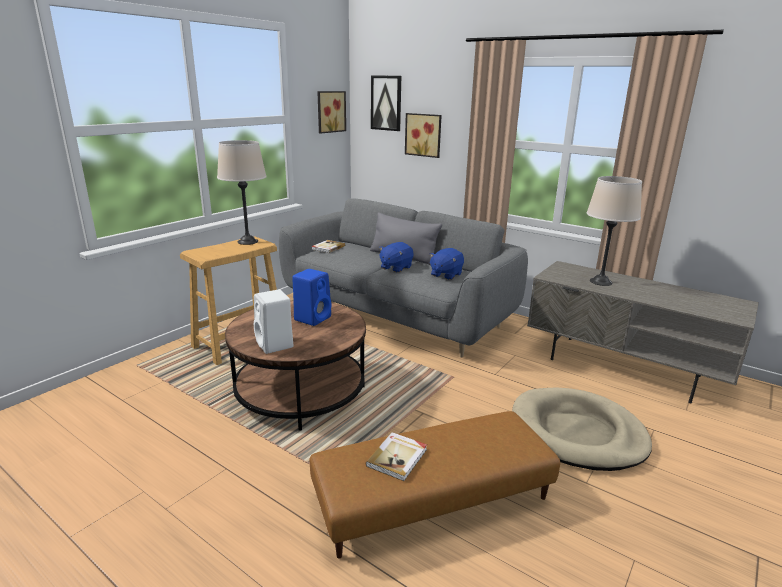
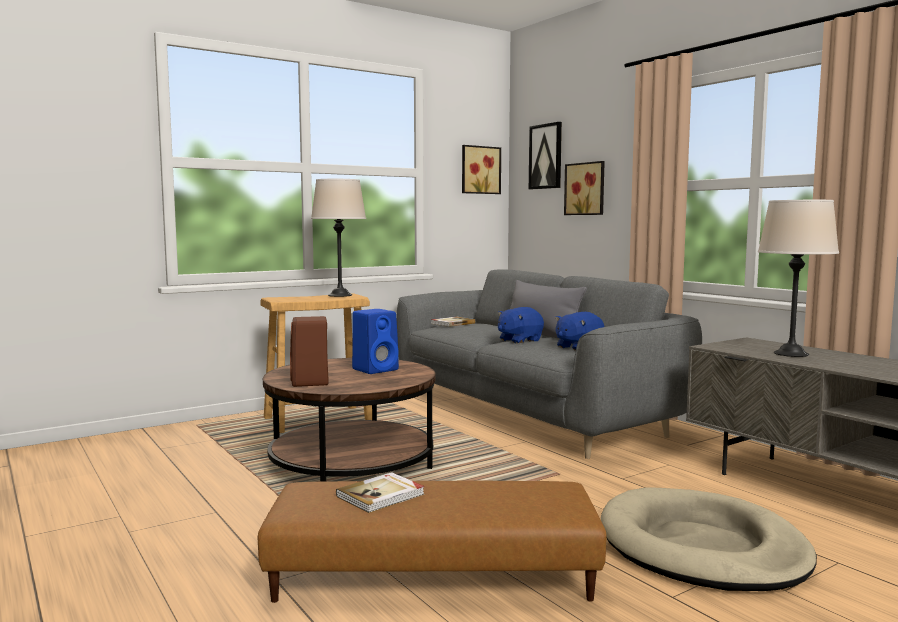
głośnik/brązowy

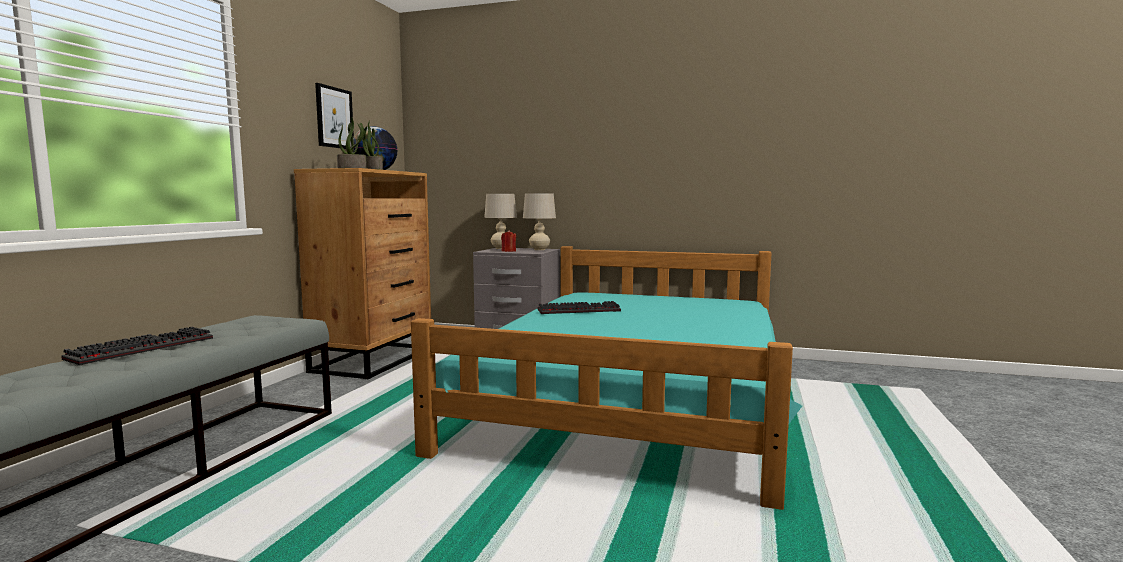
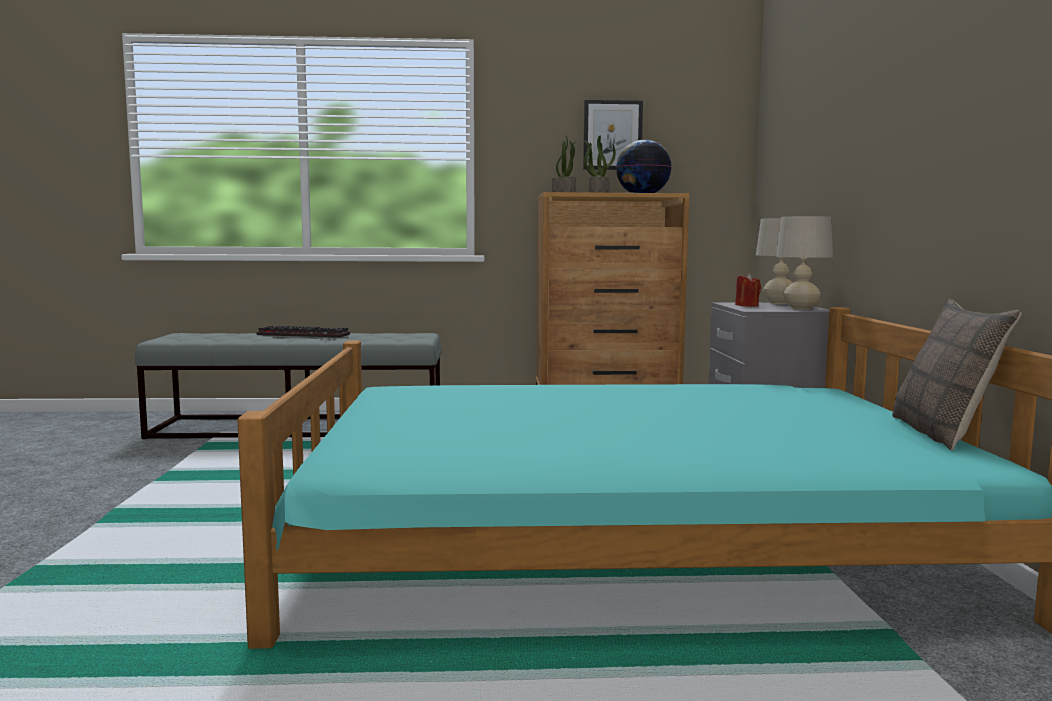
poduszka
klawiatura (no. 2 from left in the first image)

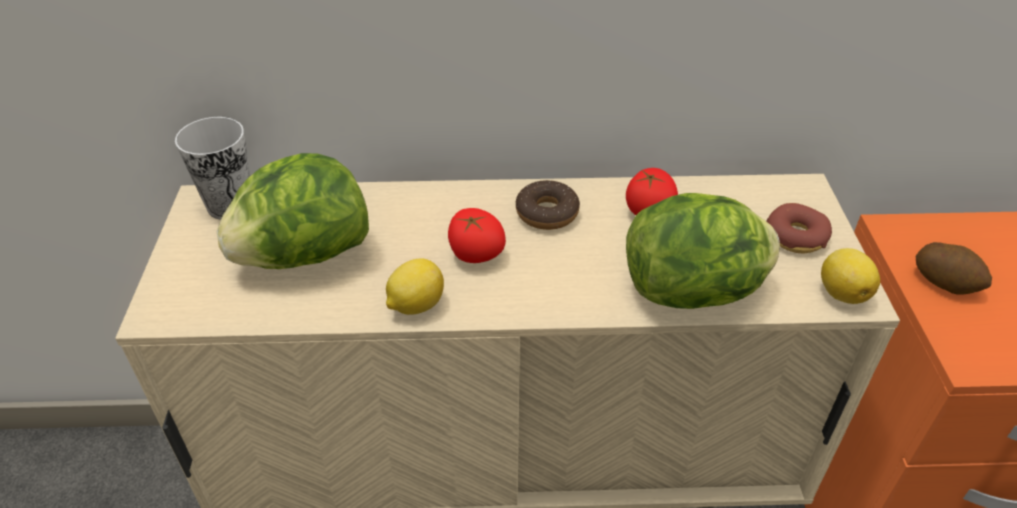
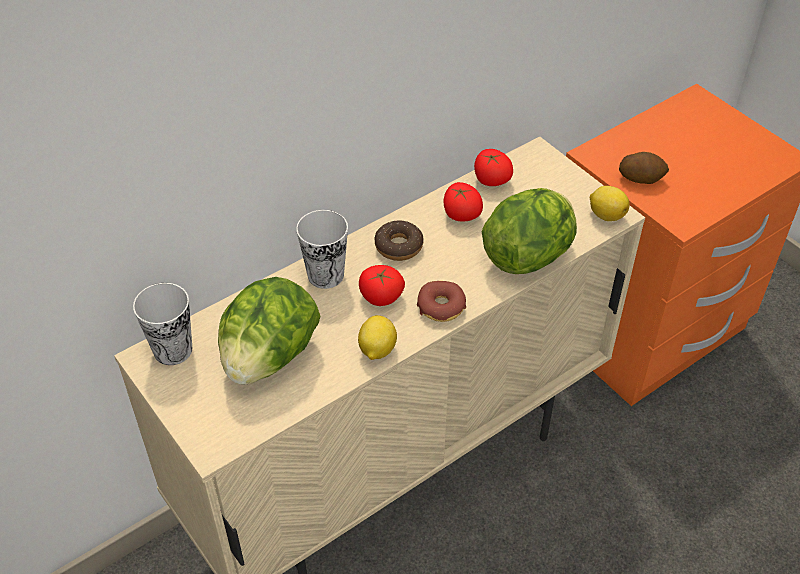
filiżanka (no. 2 from left)
donut (no. 2 from left)
pomidor (no. 3 from left)

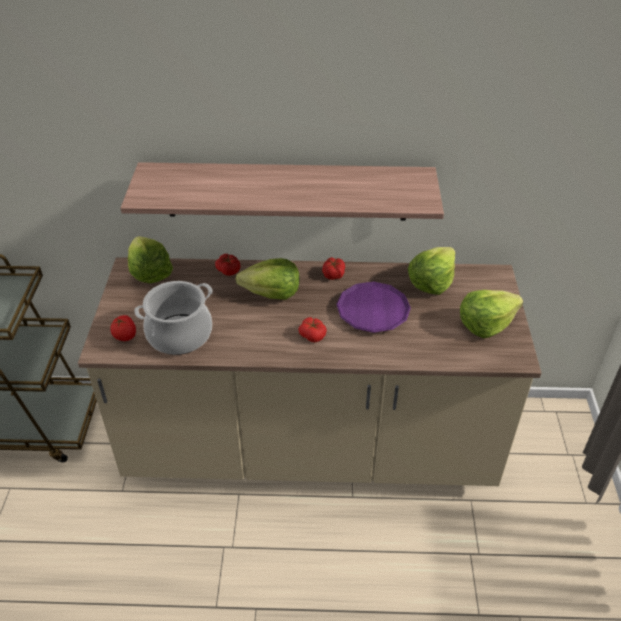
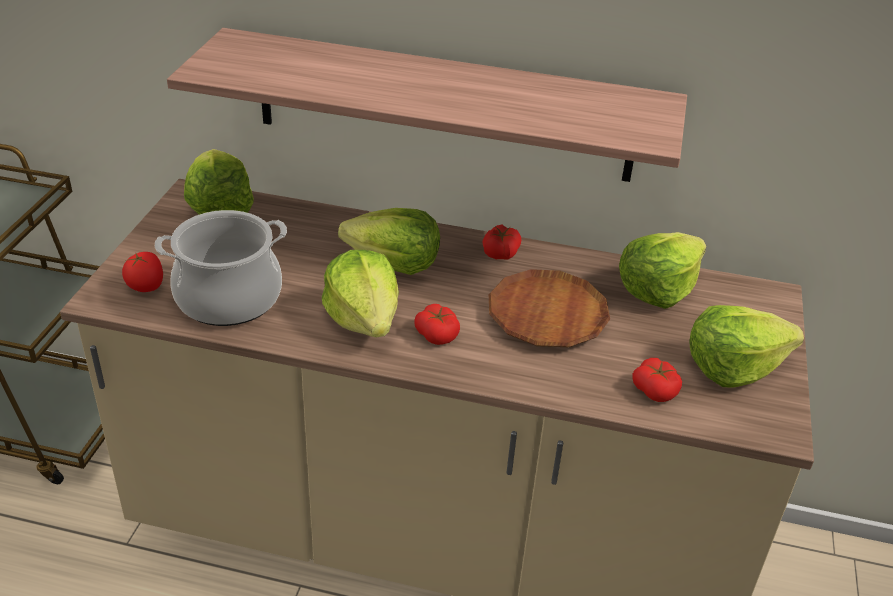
sałata (no. 2 from left)
talerz/brązowy
pomidor (no. 4 from left)

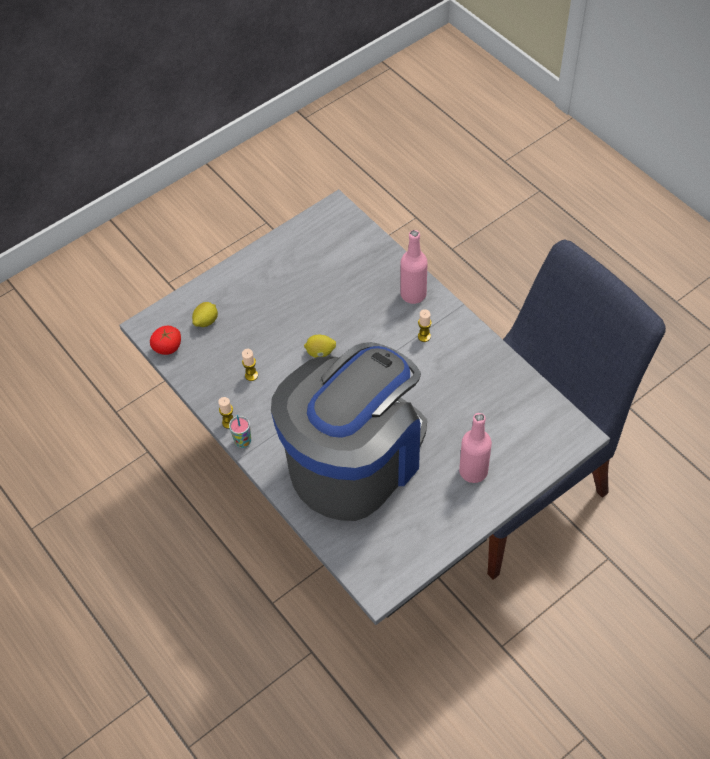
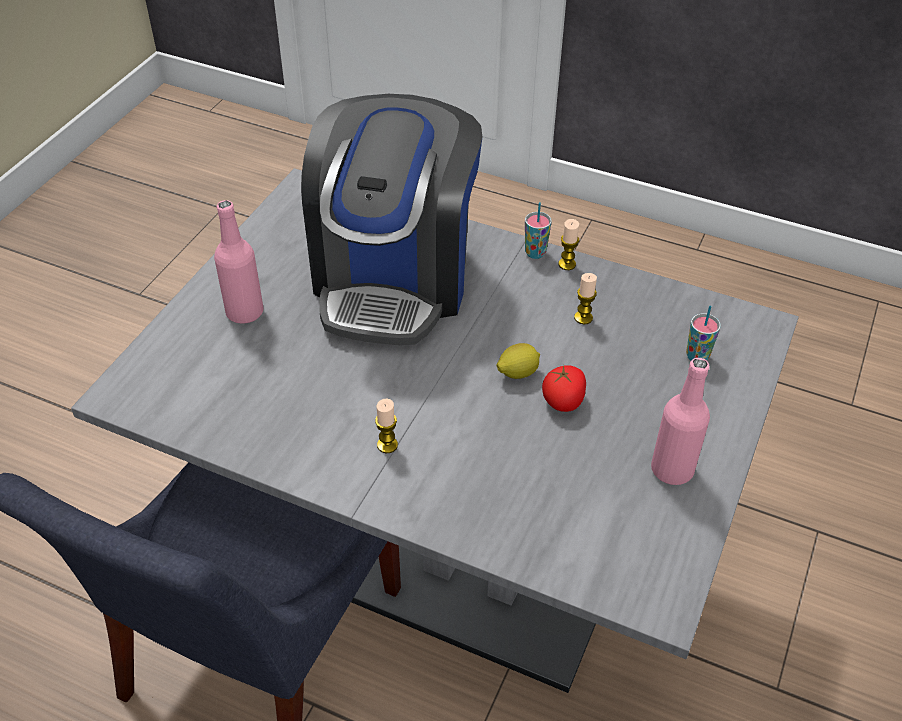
pomidor
butelka/różowy (no. 2 from left)
filiżanka (no. 2 from left)

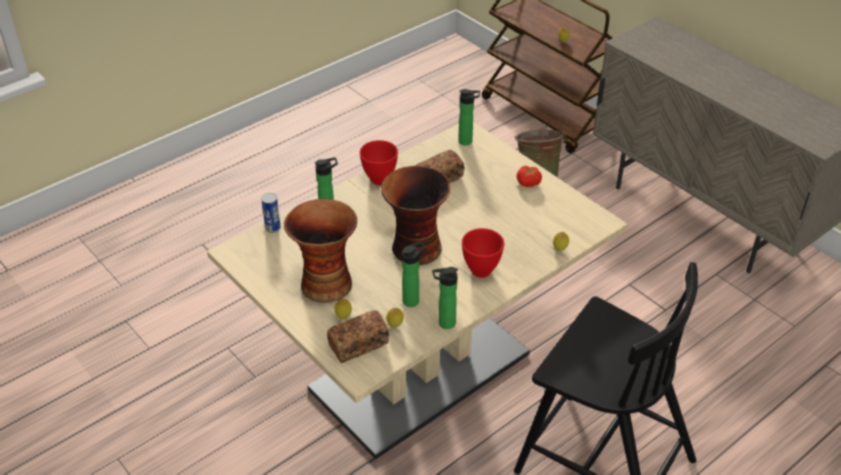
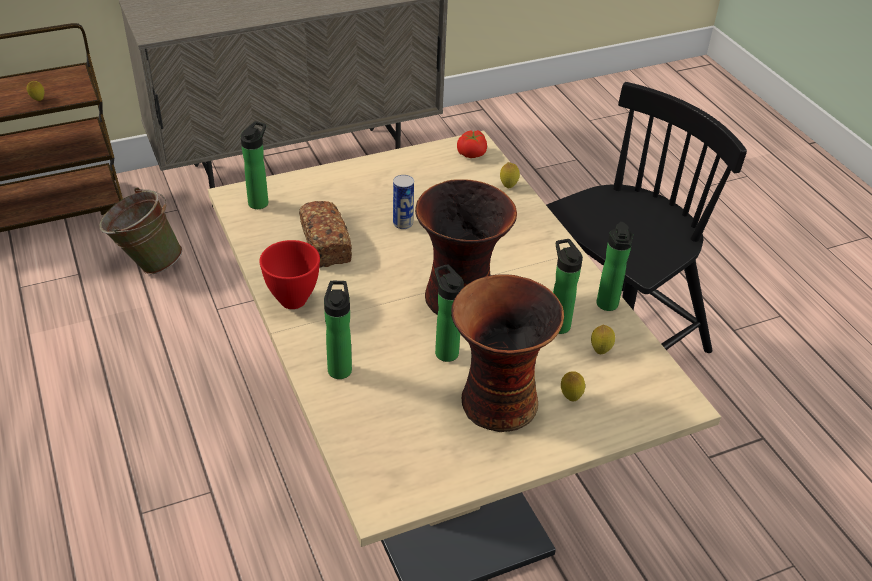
puszka
butelka (no. 3 from left)
pomidor
chleb (no. 1 from left in the first image)
miska/czerwony (no. 2 from left in the first image)

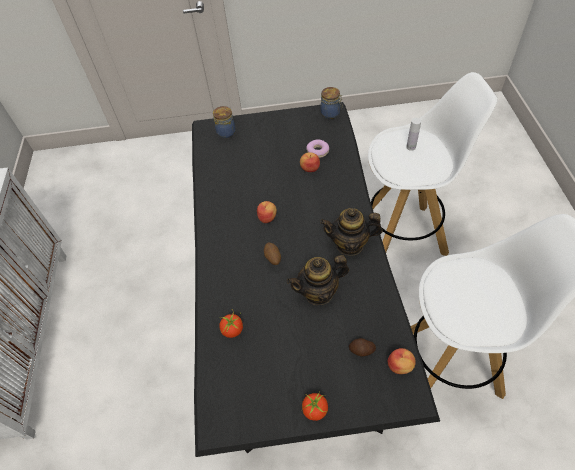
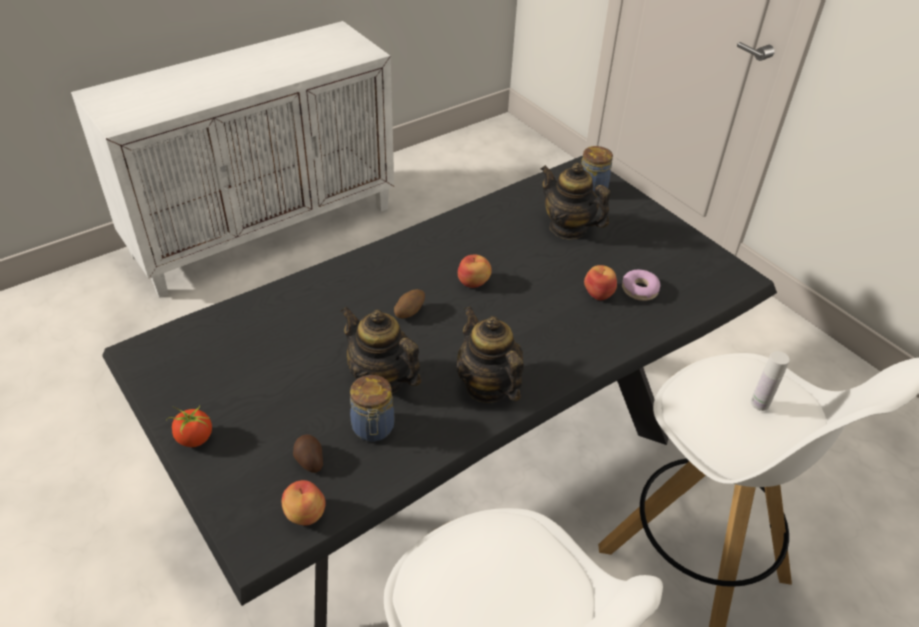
słoik (no. 1 from left)
imbryk (no. 3 from left)
pomidor (no. 1 from left in the first image)

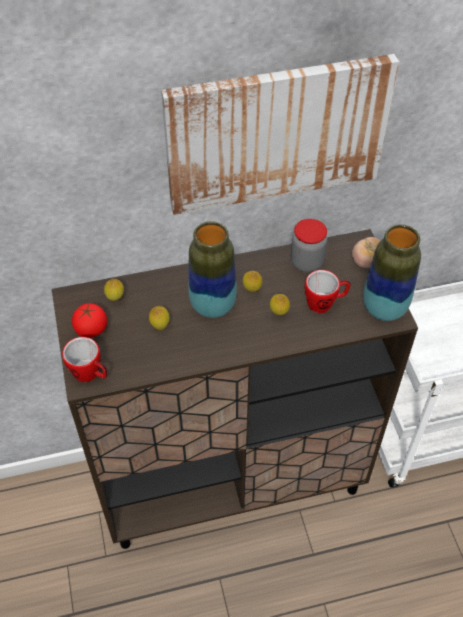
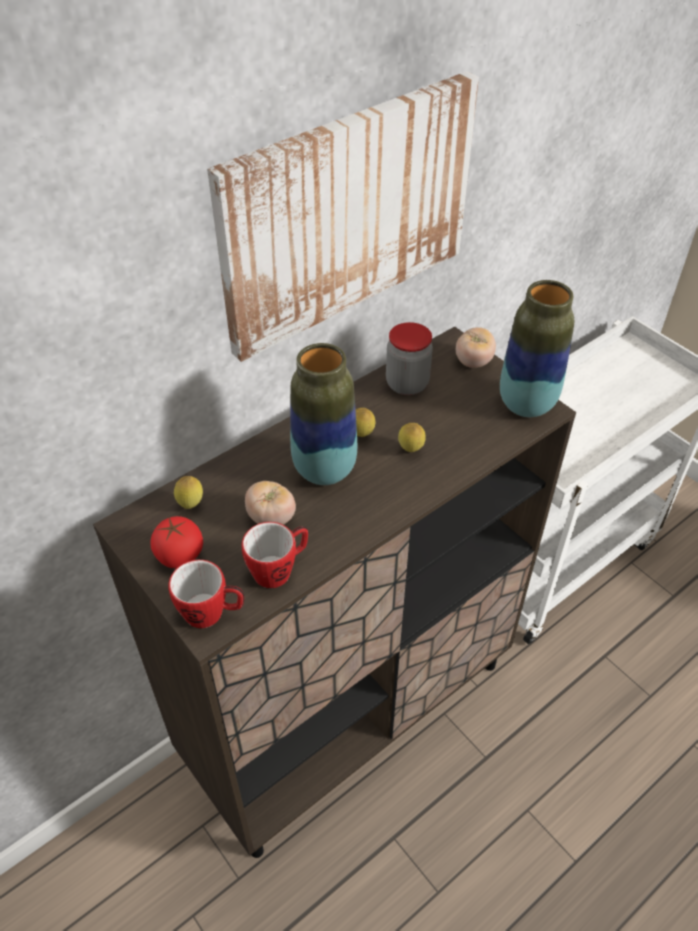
kubek (no. 2 from left)
pomidor (no. 2 from left)

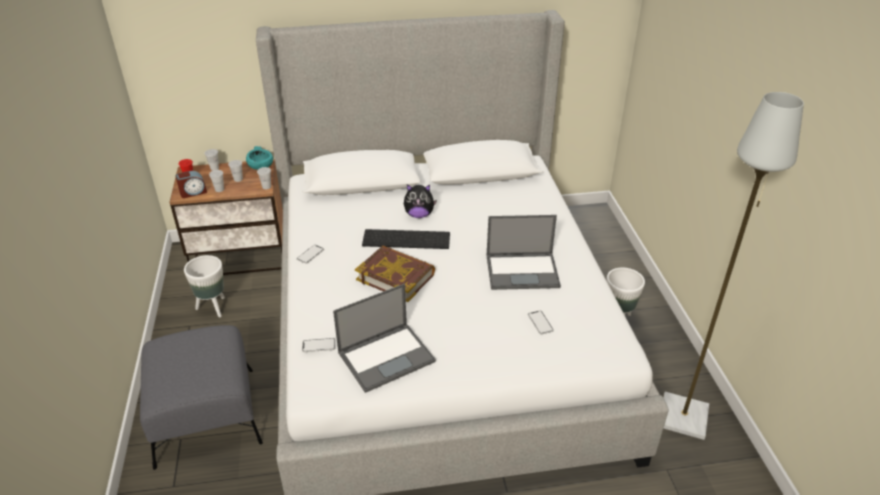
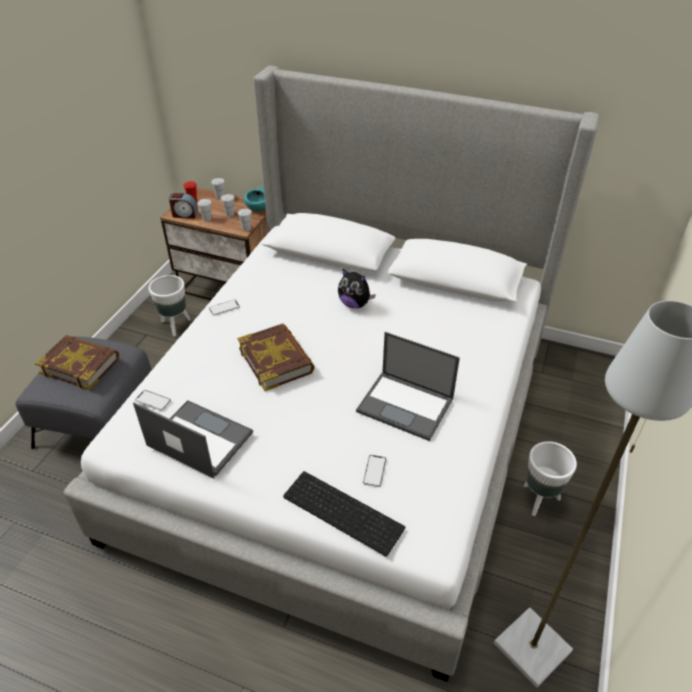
książka (no. 1 from left)
laptop (no. 1 from left)
klawiatura

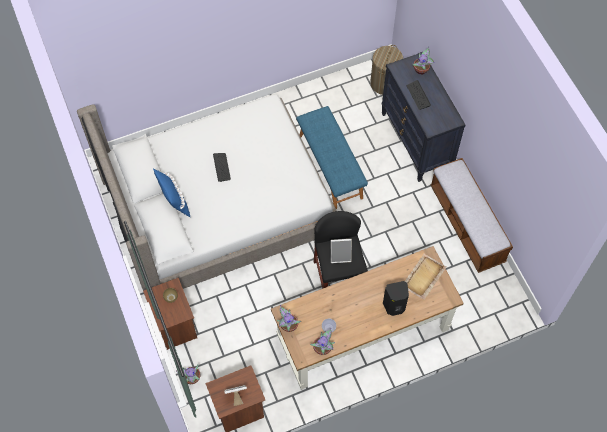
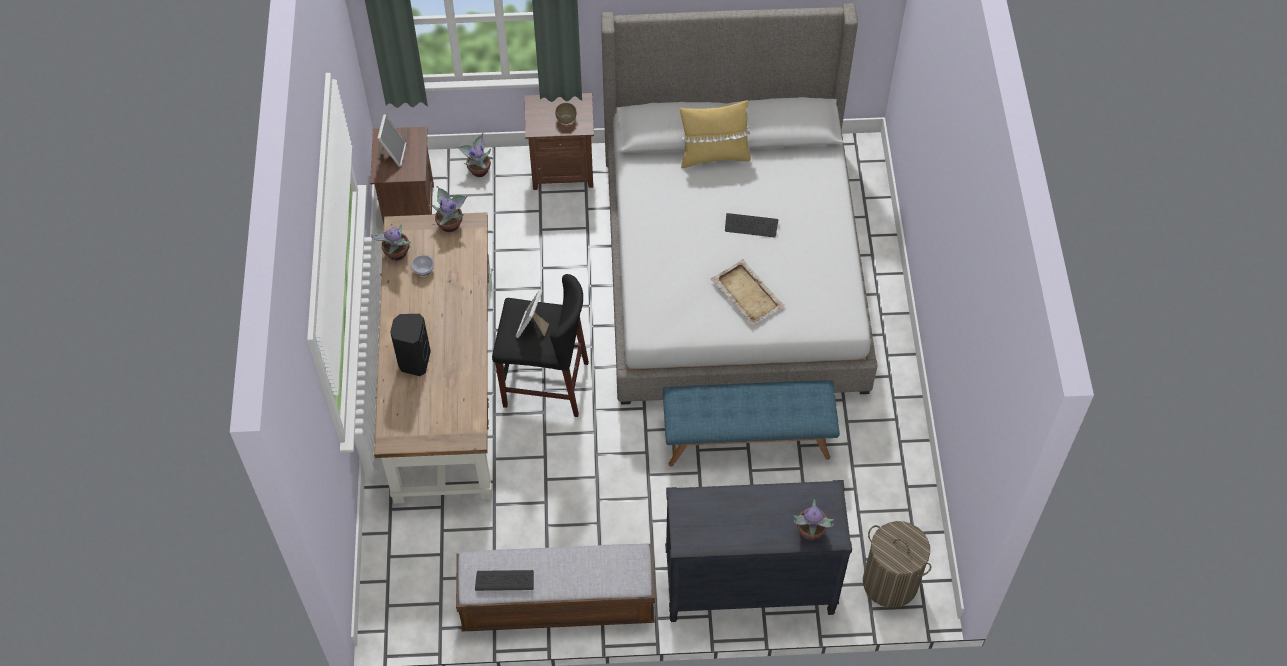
klawiatura (no. 1 from left)
poduszka/żółty
taca/beżowy

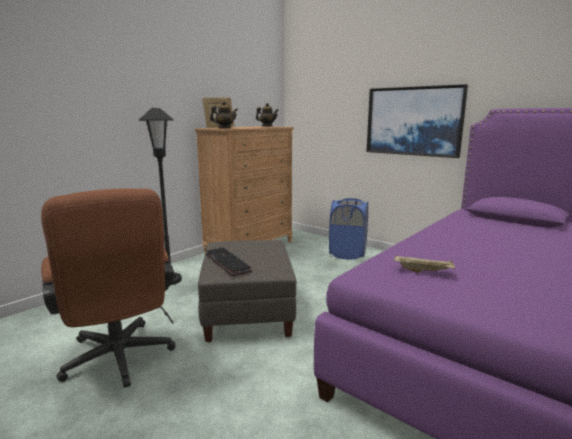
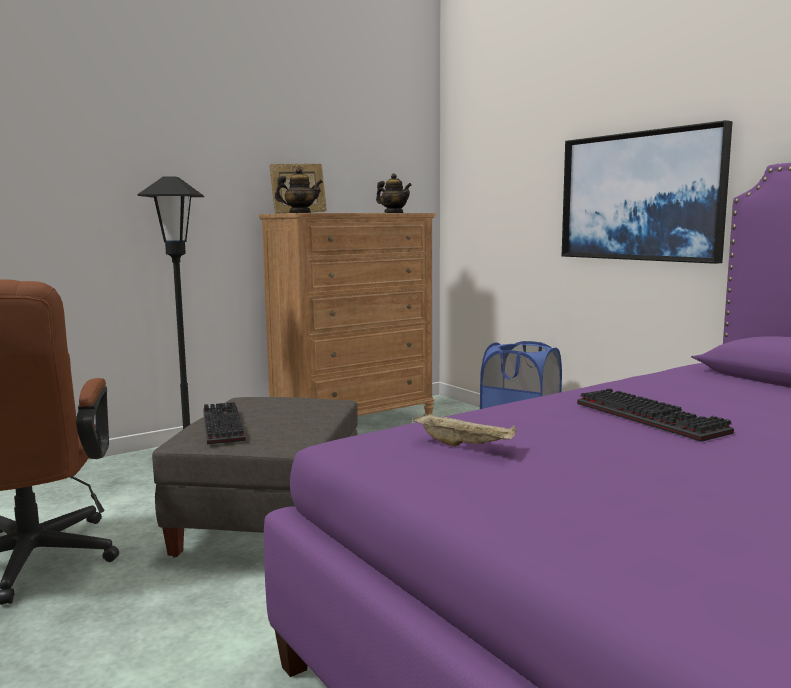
klawiatura (no. 2 from left)

